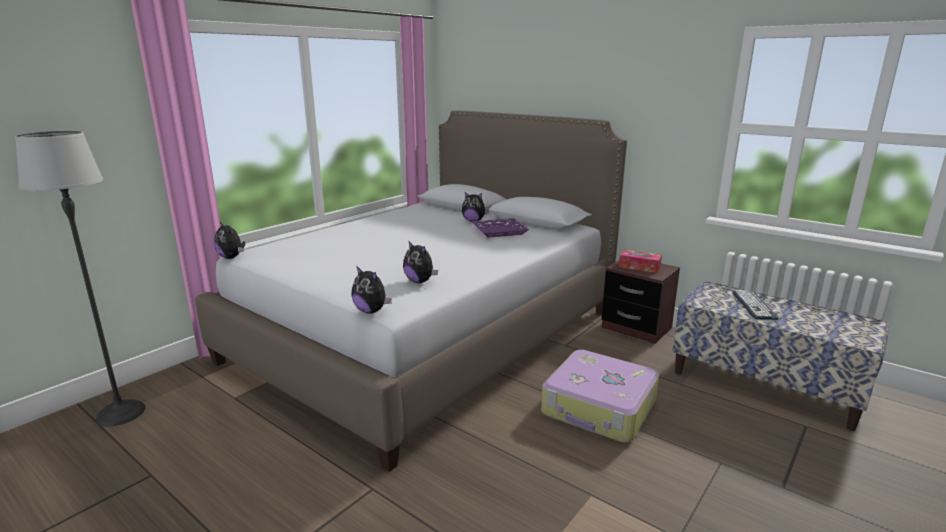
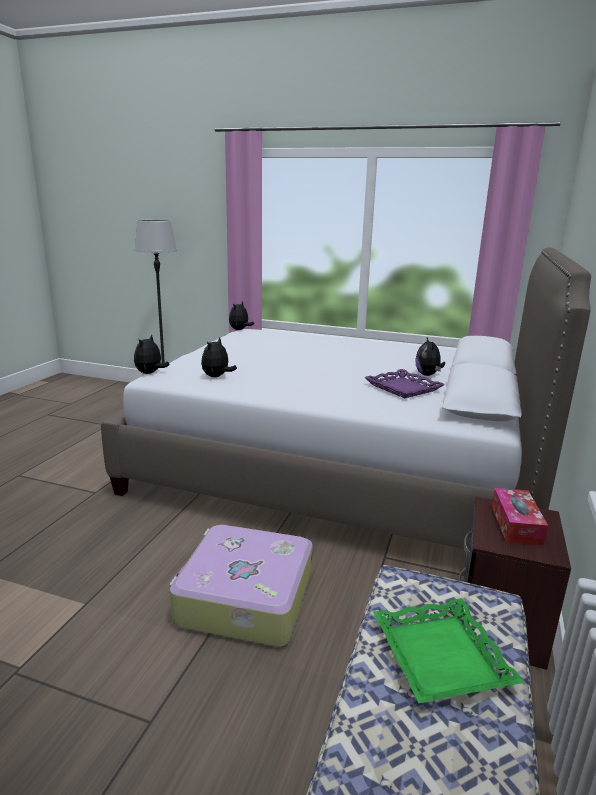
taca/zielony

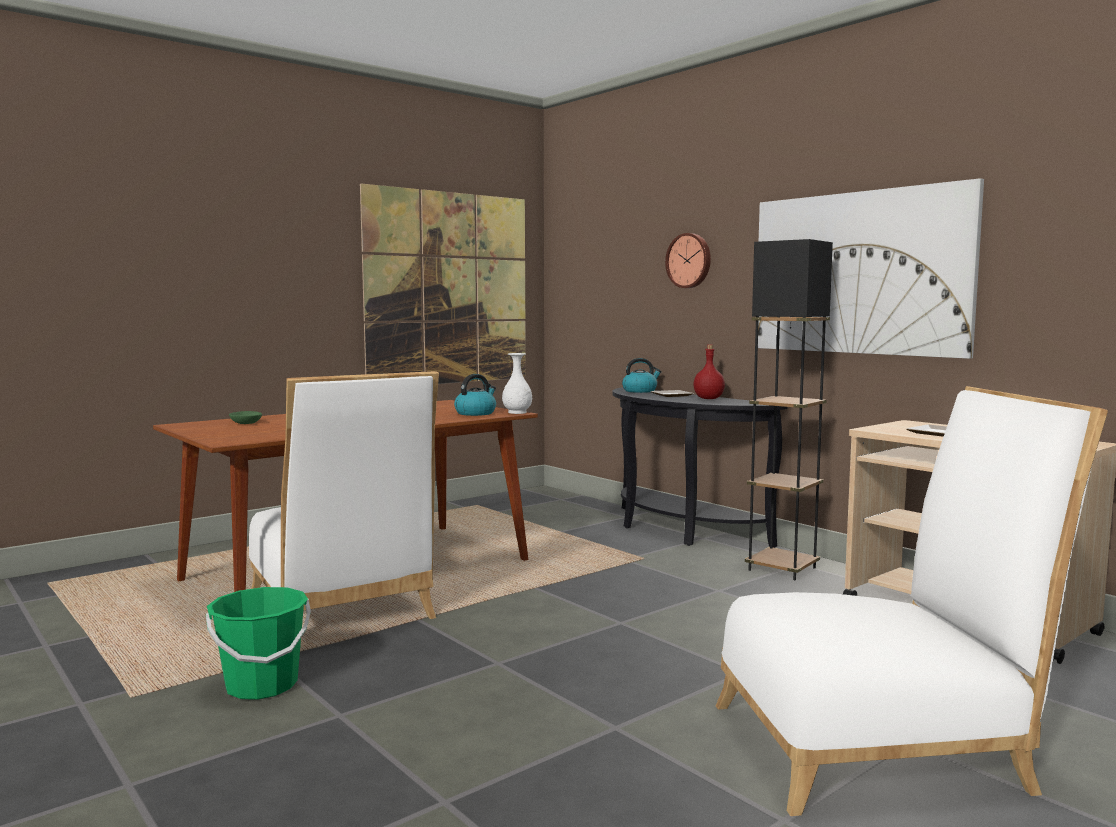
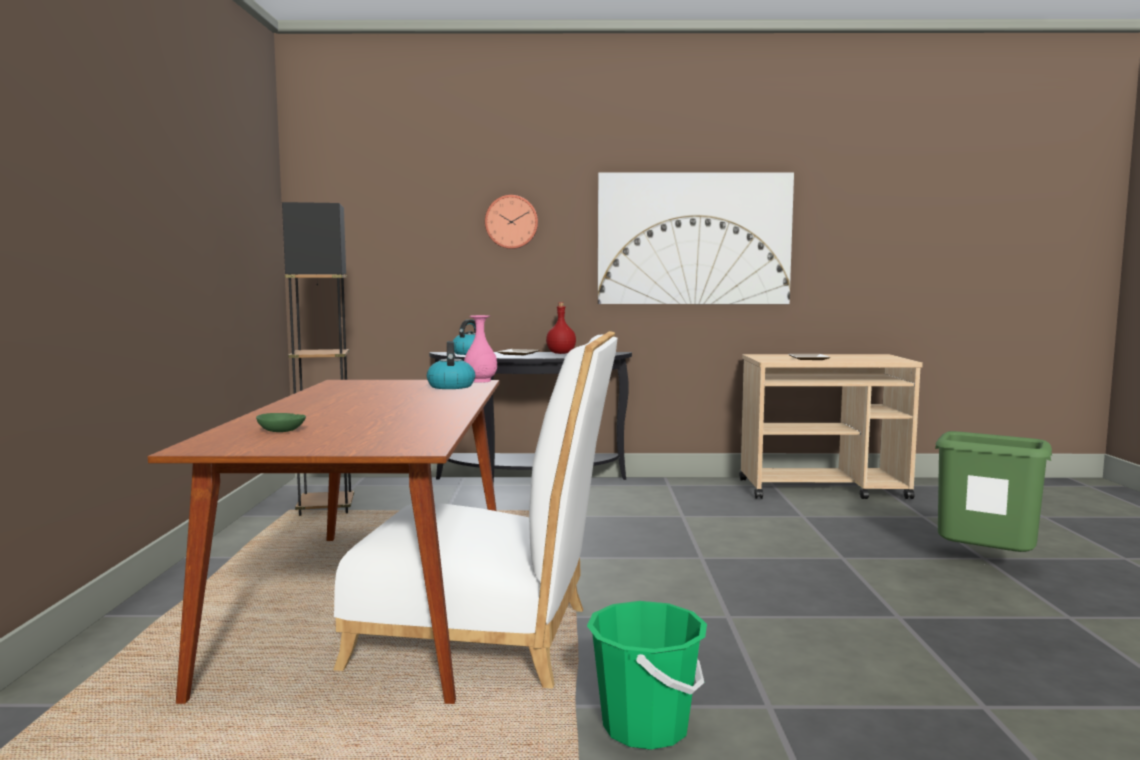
lampa stojąca/czarny
wazon/różowy
kosz na śmieci/zielony
obraz (no. 1 from left in the first image)

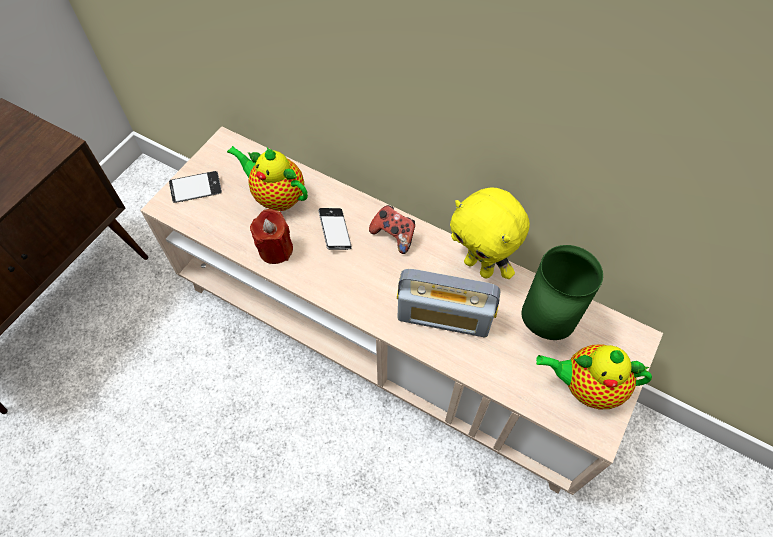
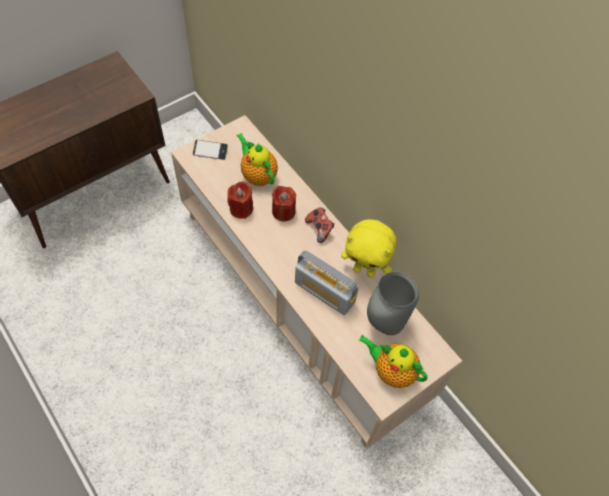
świeca/czerwony (no. 2 from left)
pluszak/żółty
wazon/szary

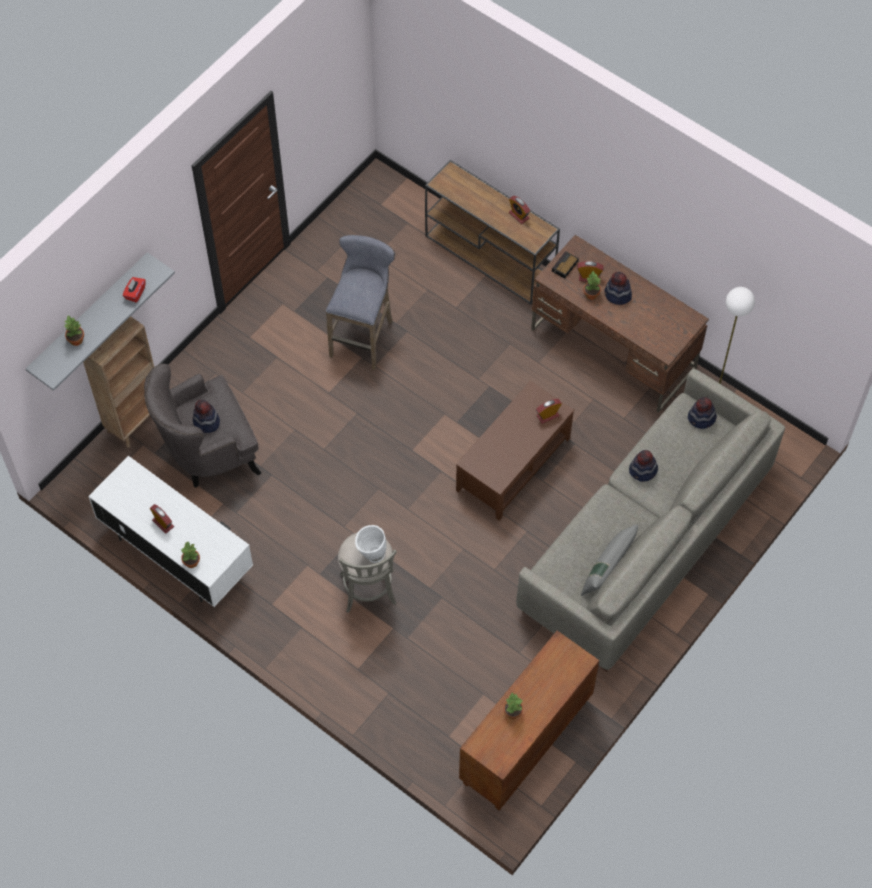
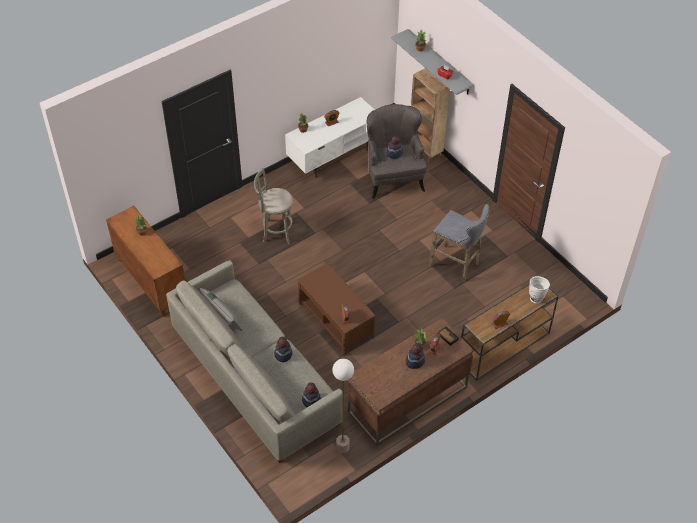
wazon/biały

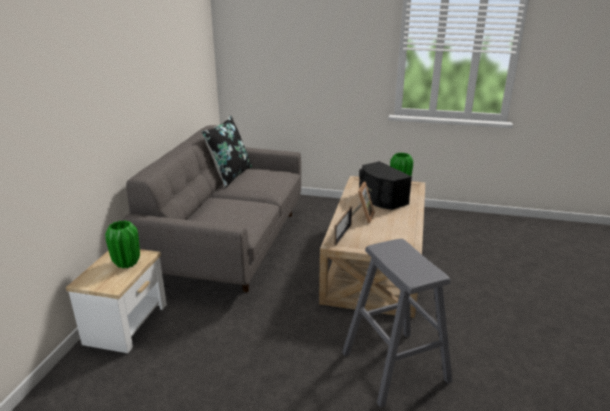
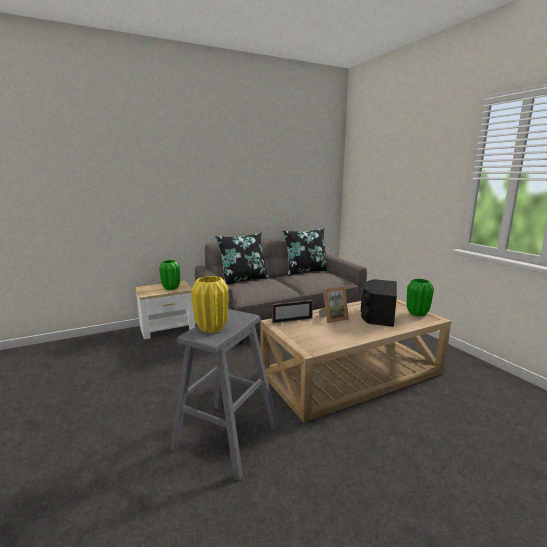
wazon/żółty
poduszka/czarny (no. 1 from left)

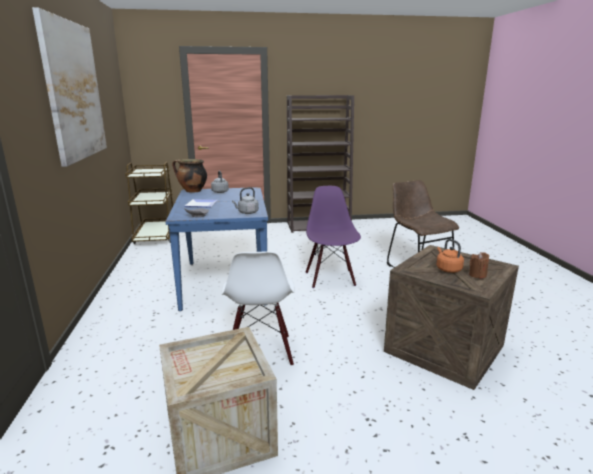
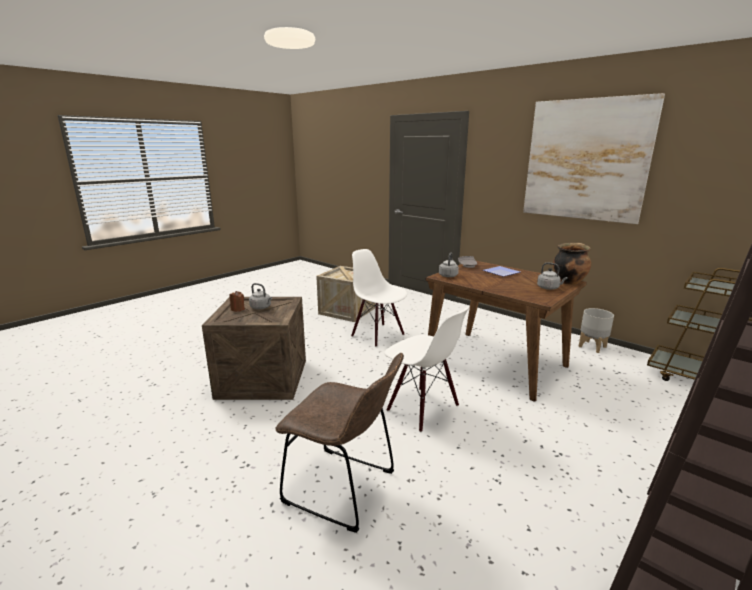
czajnik/szary (no. 1 from left)
krzesło/biały (no. 2 from left)
stół jadalny/brązowy
donica/szary

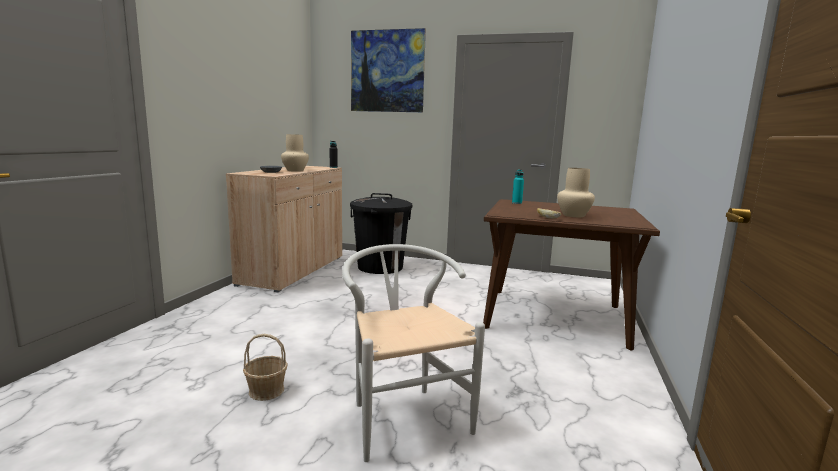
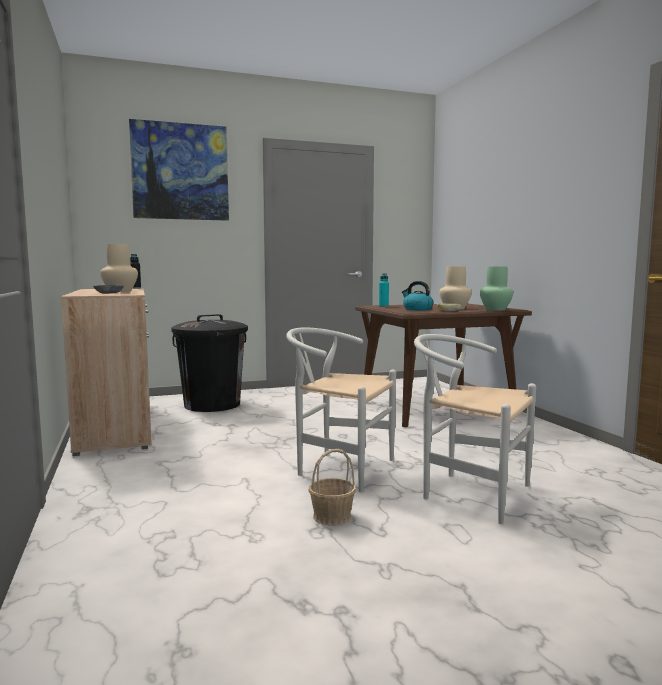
krzesło/biały (no. 1 from left)
czajnik
wazon/zielony

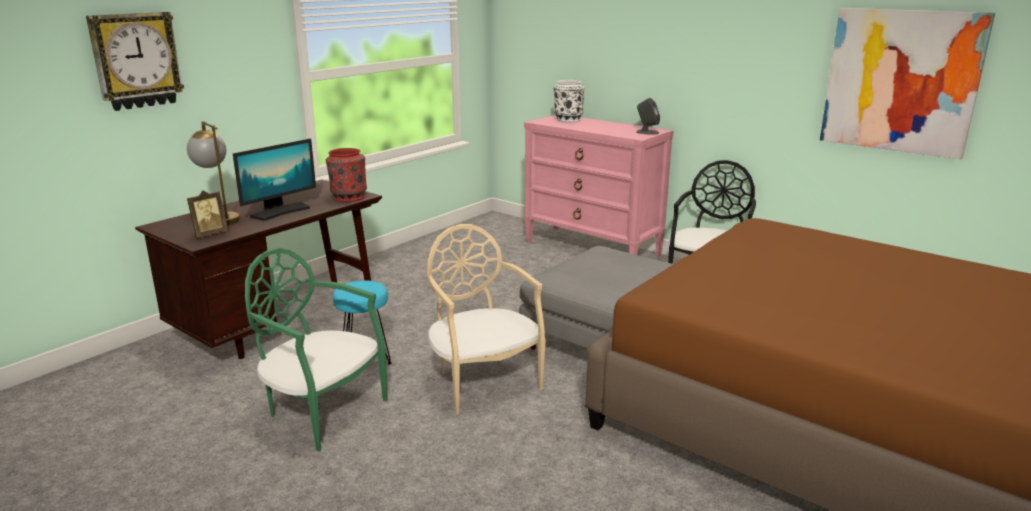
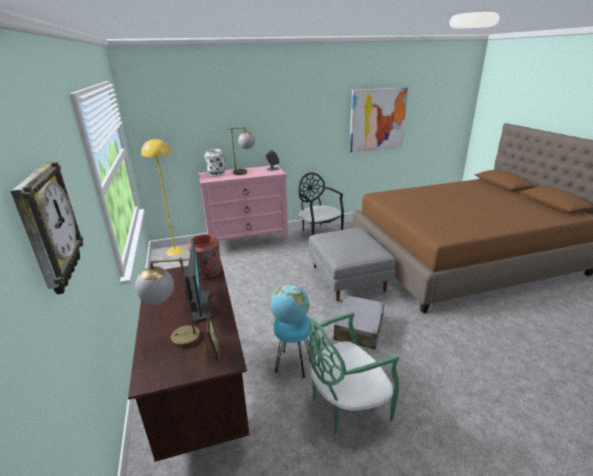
lampa stojąca/żółty
lampa stołowa (no. 2 from left)
globus
walizka/szary

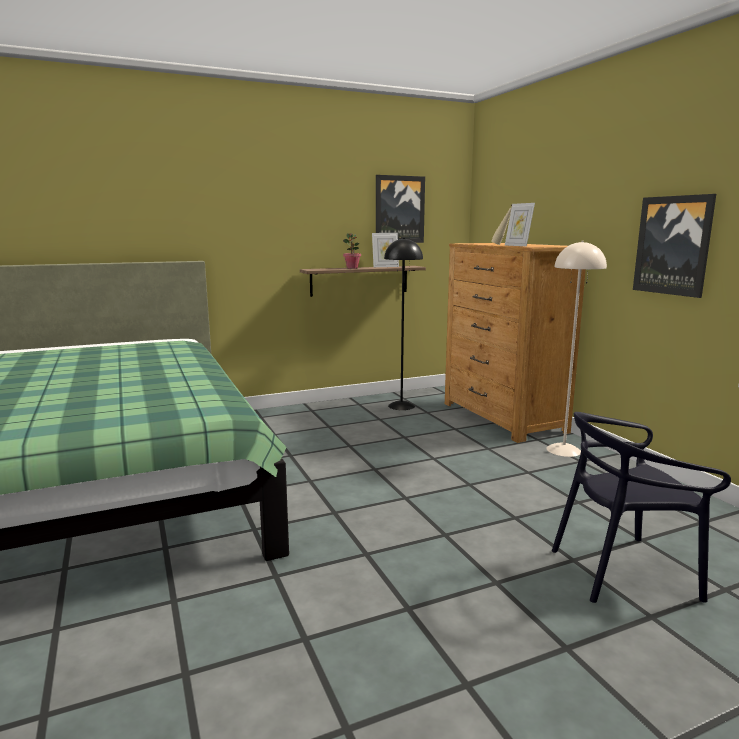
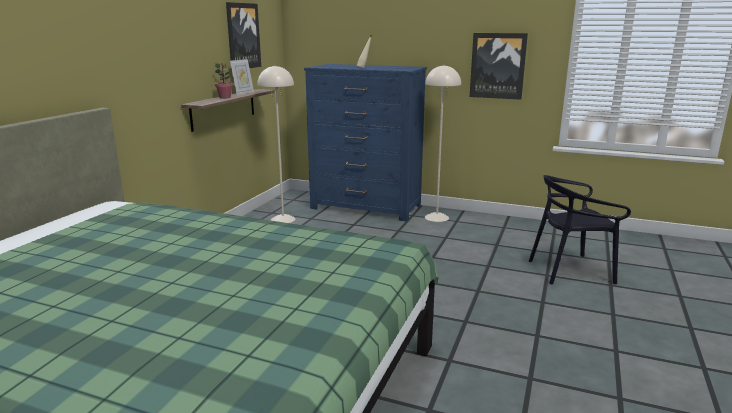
lampa stojąca/beżowy (no. 1 from left)
komoda/niebieski
krzesło/czarny
ramka na zdjęcie (no. 2 from left in the first image)

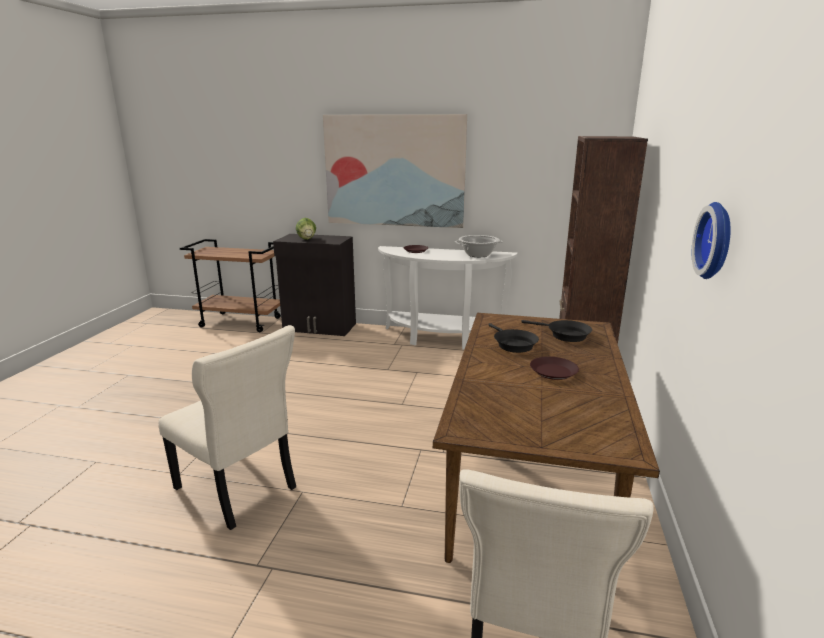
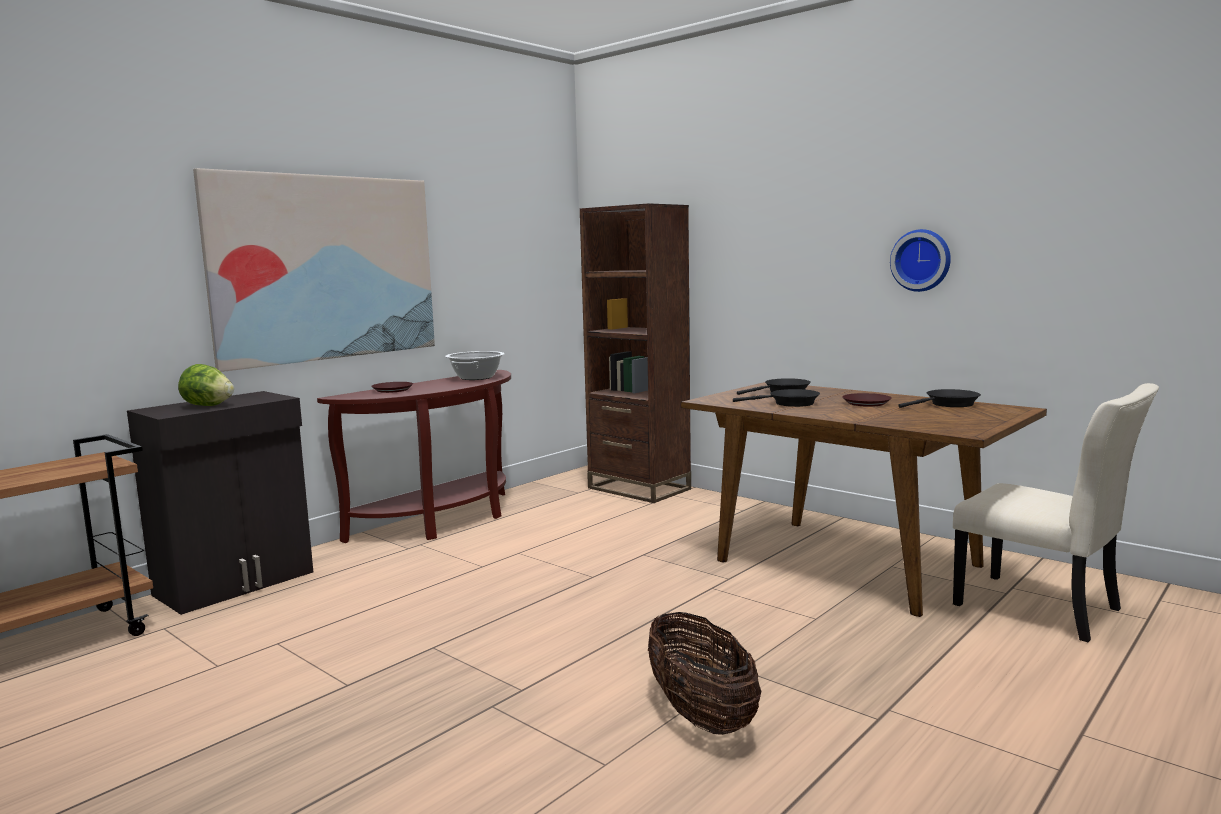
stolik konsolowy/brązowy
koszyk
patelnia/czarny (no. 3 from left)

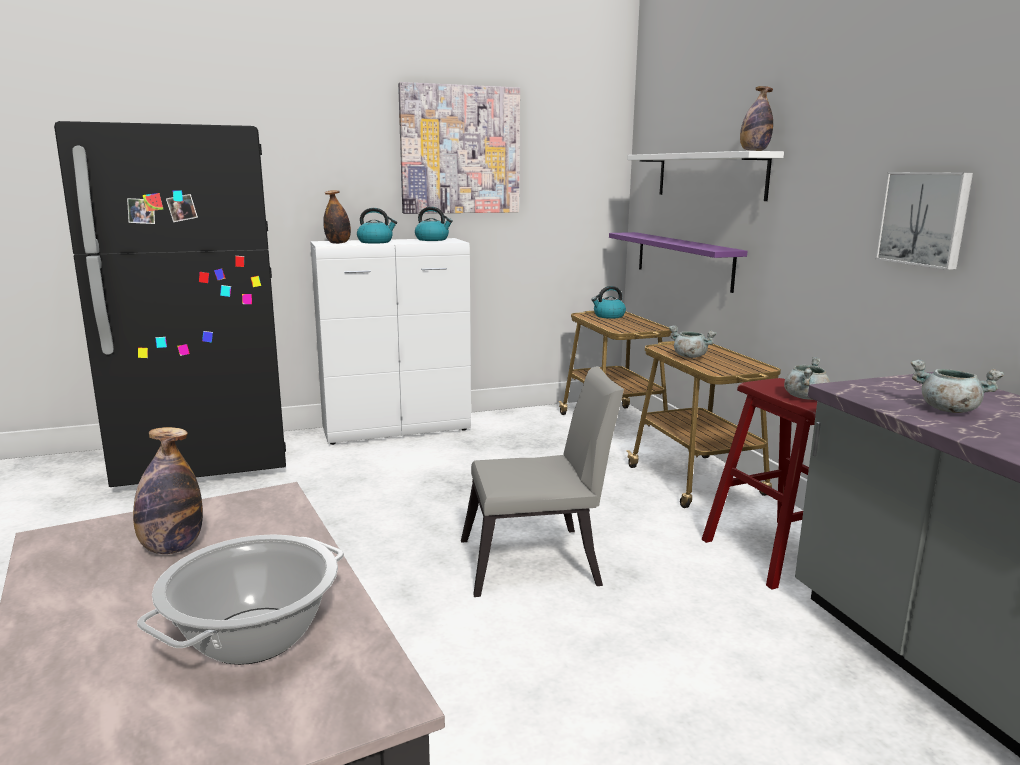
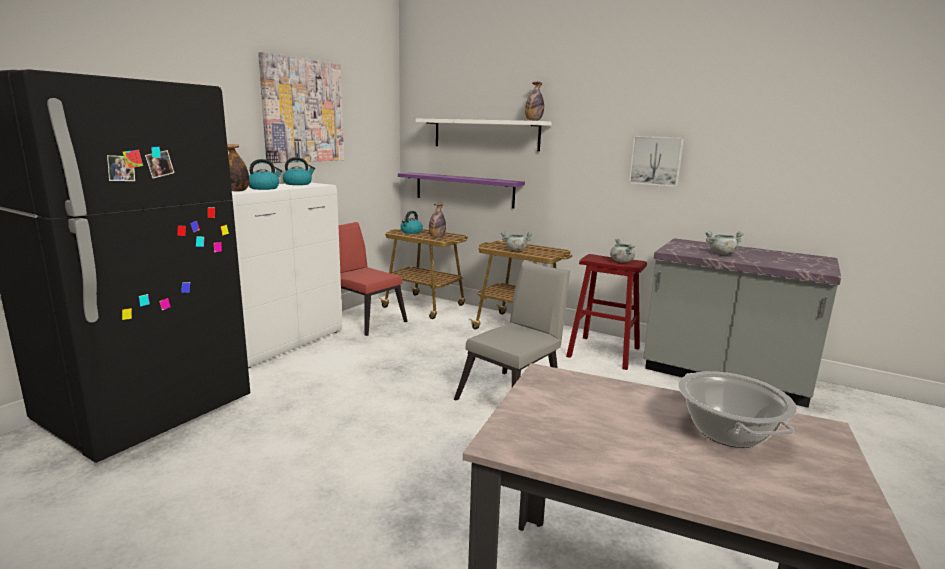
krzesło/czerwony
butelka (no. 2 from left)

